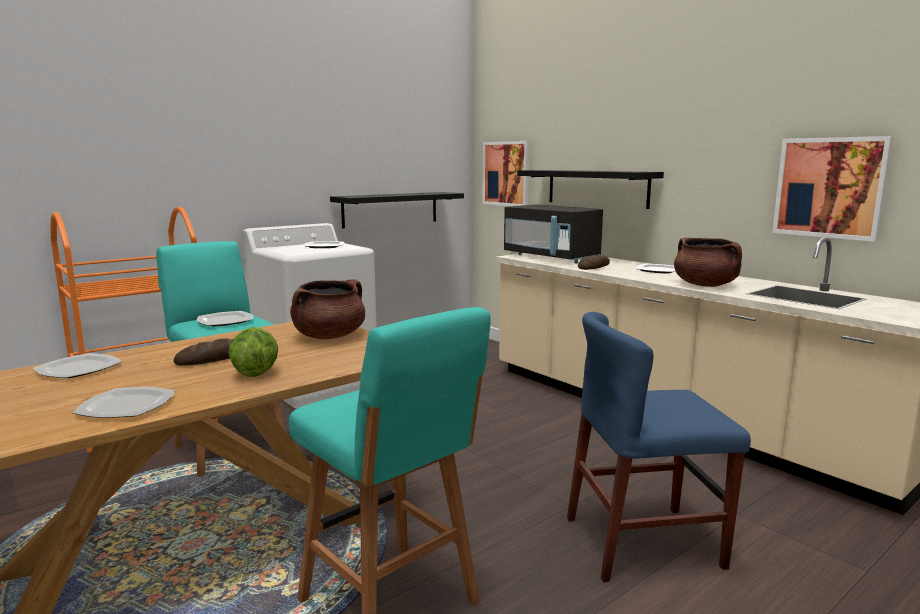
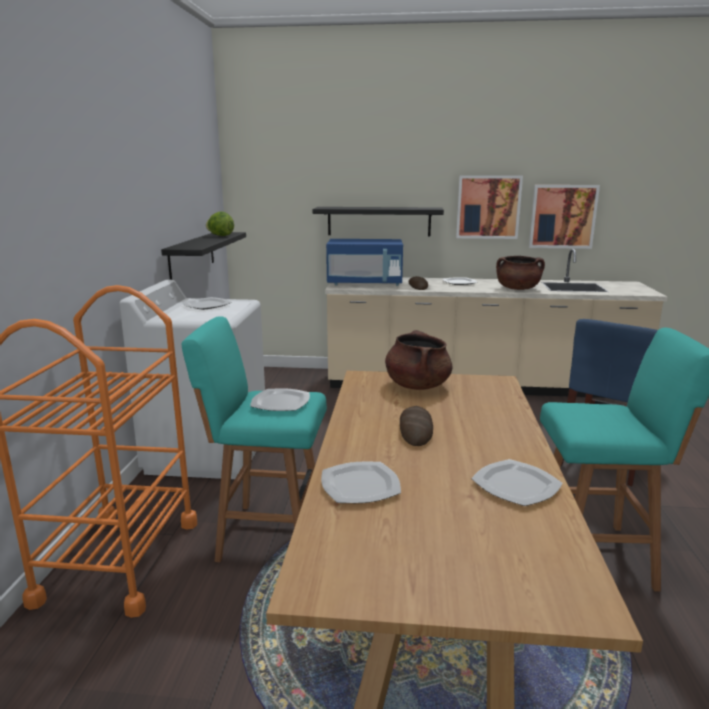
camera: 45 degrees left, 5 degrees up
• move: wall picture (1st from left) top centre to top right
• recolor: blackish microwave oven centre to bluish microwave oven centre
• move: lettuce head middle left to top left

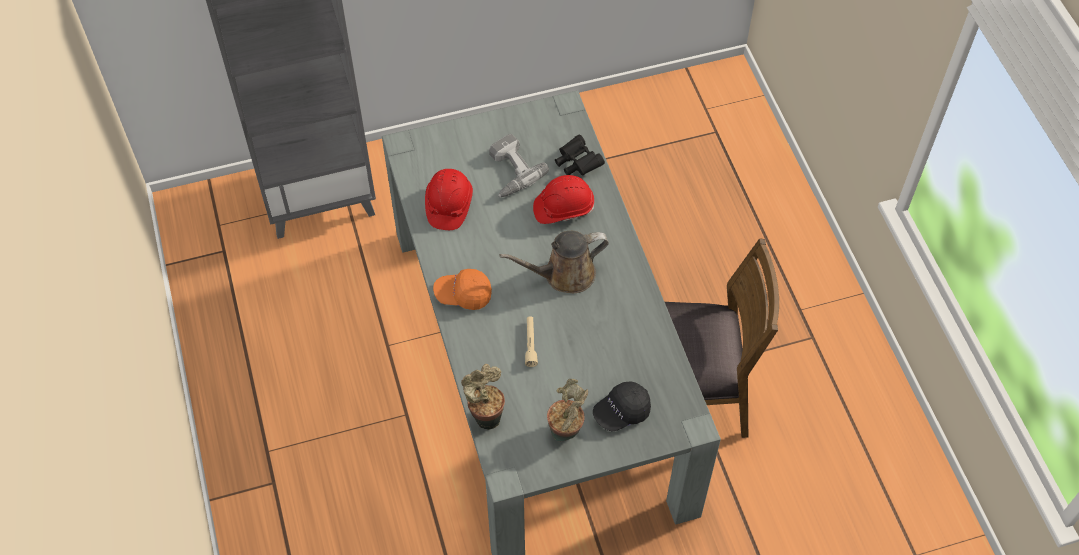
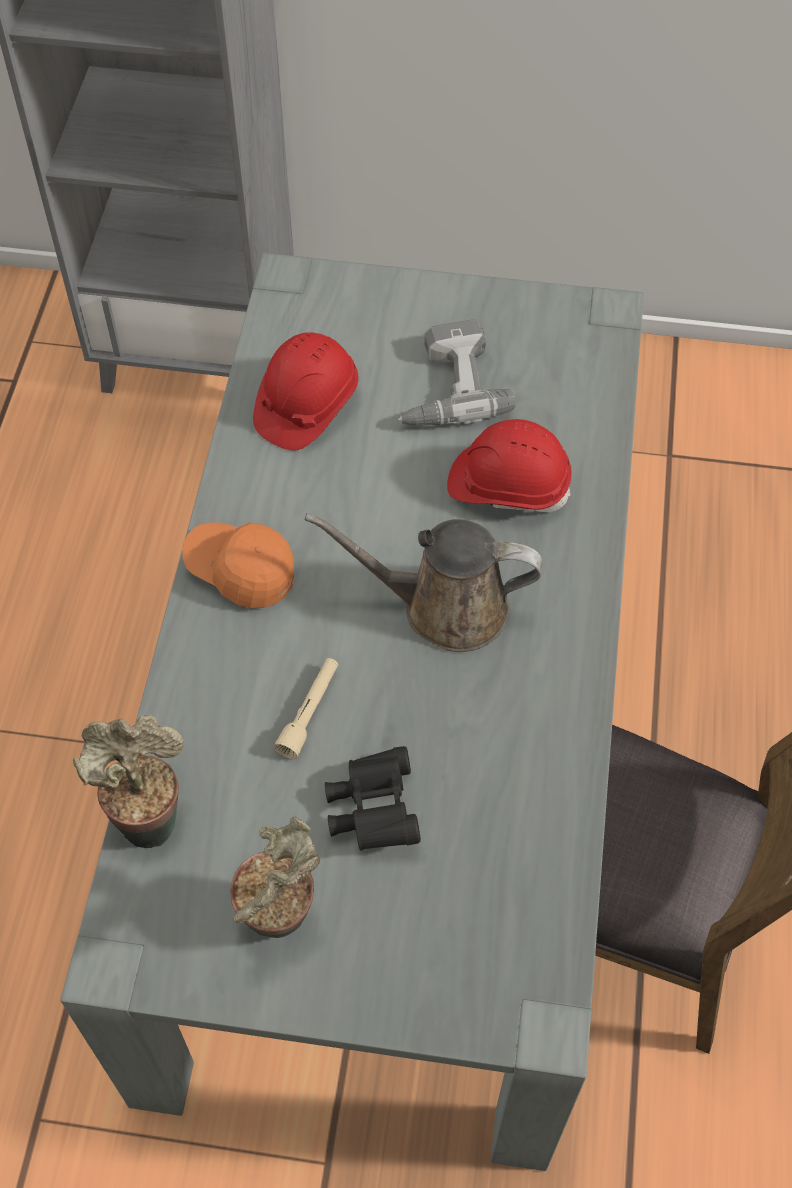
camera: 25 degrees right, 0 degrees up
• move: blackish field glasses top centre to bottom centre
• delete: blackish baseball cap bottom centre

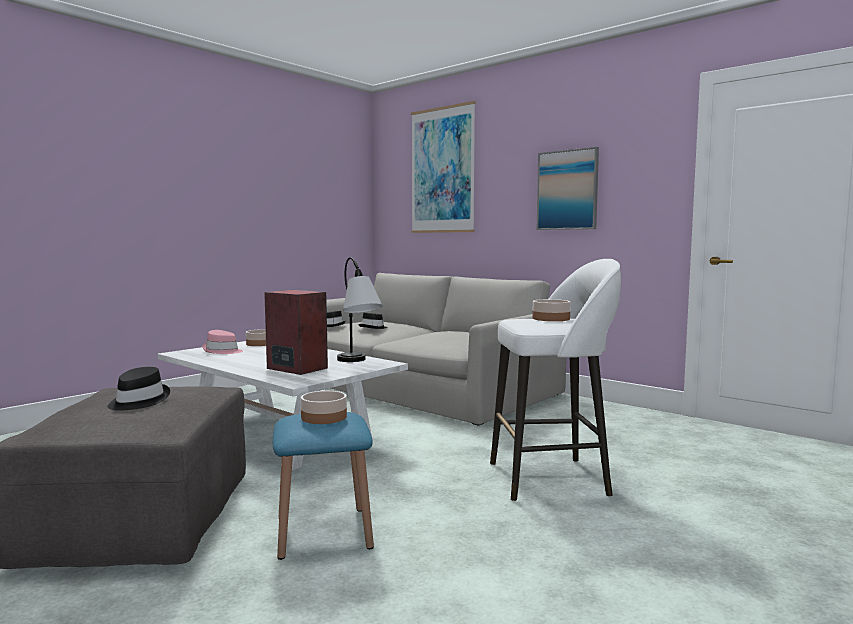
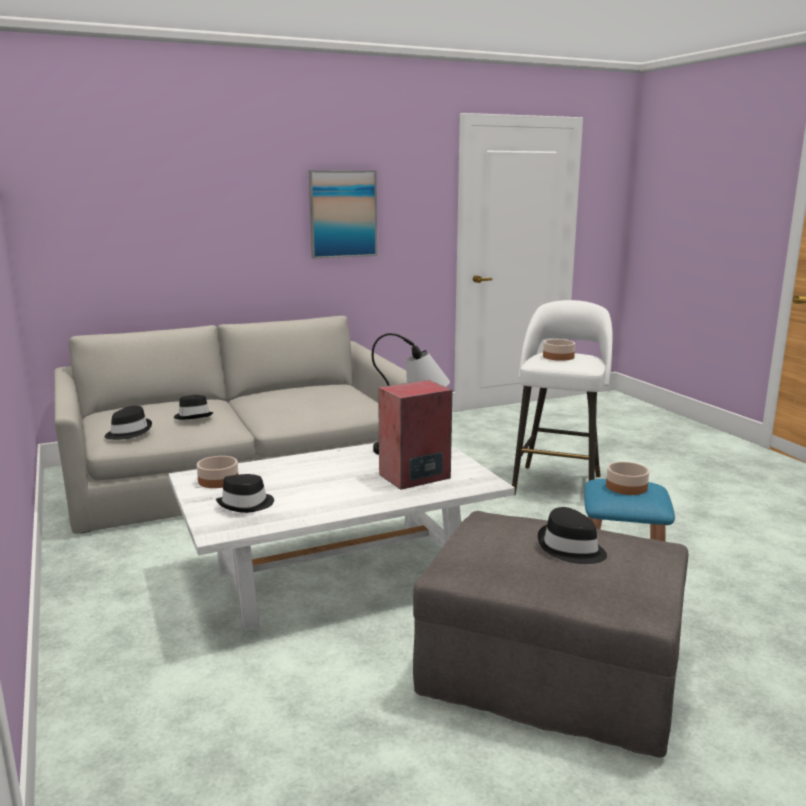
camera: 65 degrees left, 10 degrees up
• delete: wall picture (1st from left) top centre
• recolor: pink hat middle left to blackish hat (3rd from left) middle left

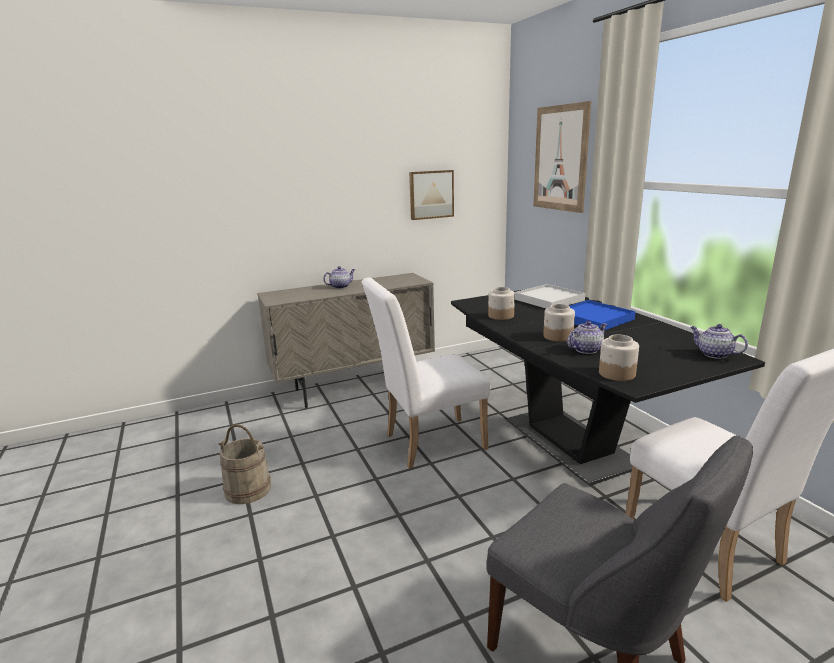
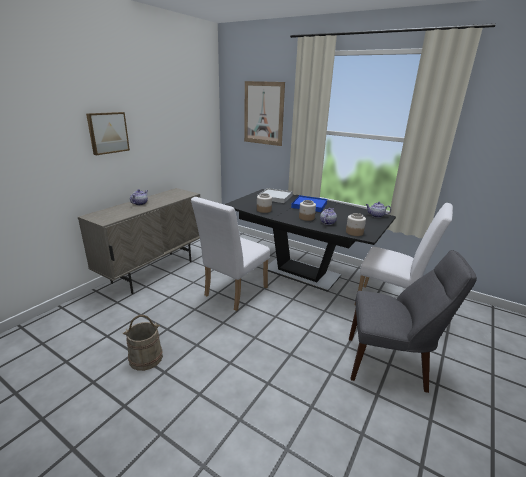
camera: 35 degrees left, 5 degrees up
• move: wall picture (1st from left) top centre to top left

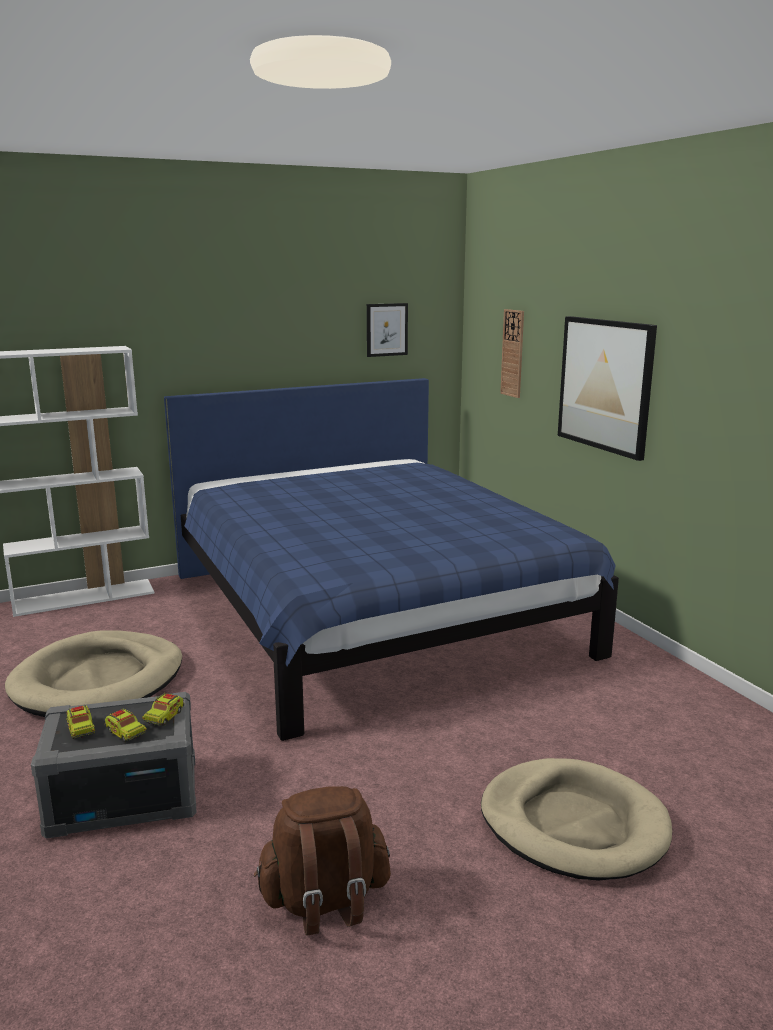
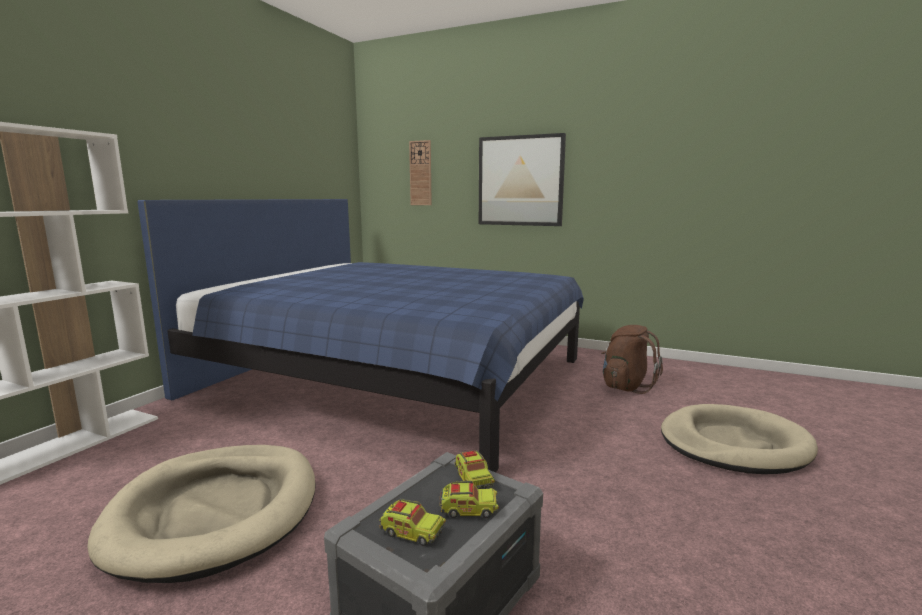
camera: 40 degrees left, 5 degrees down
• delete: wall picture (1st from left) top centre
• move: brownish knapsack bottom centre to middle right

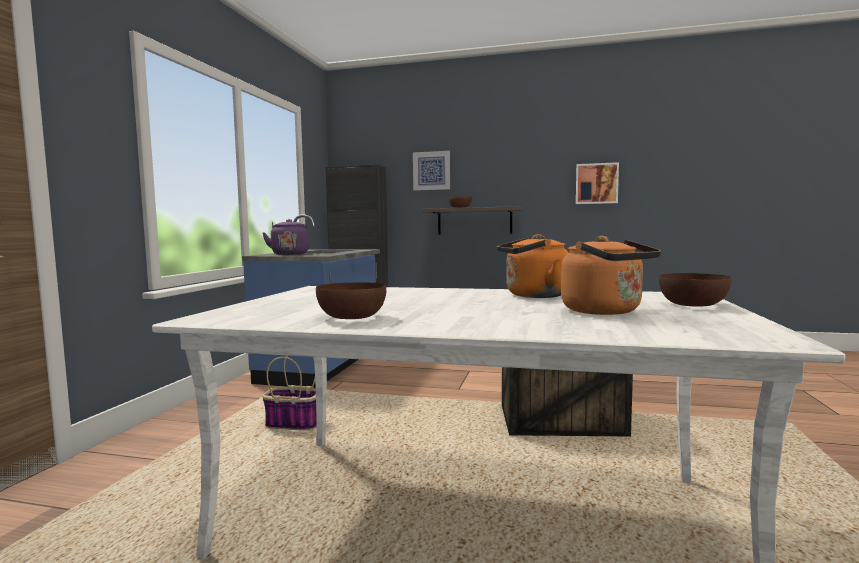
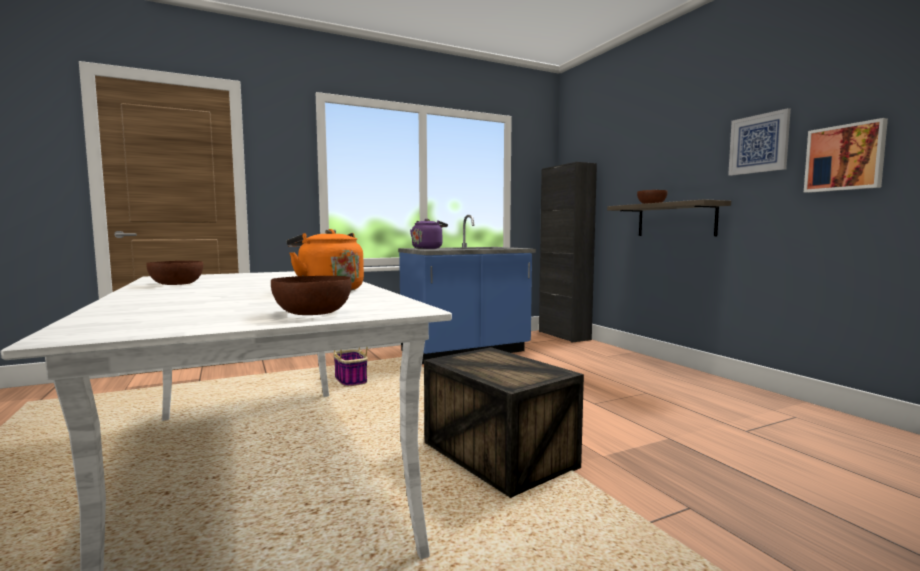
camera: 50 degrees right, 0 degrees up
• move: wall picture (1st from left) top centre to top right
• delete: orange water kettle (2nd from left) middle right

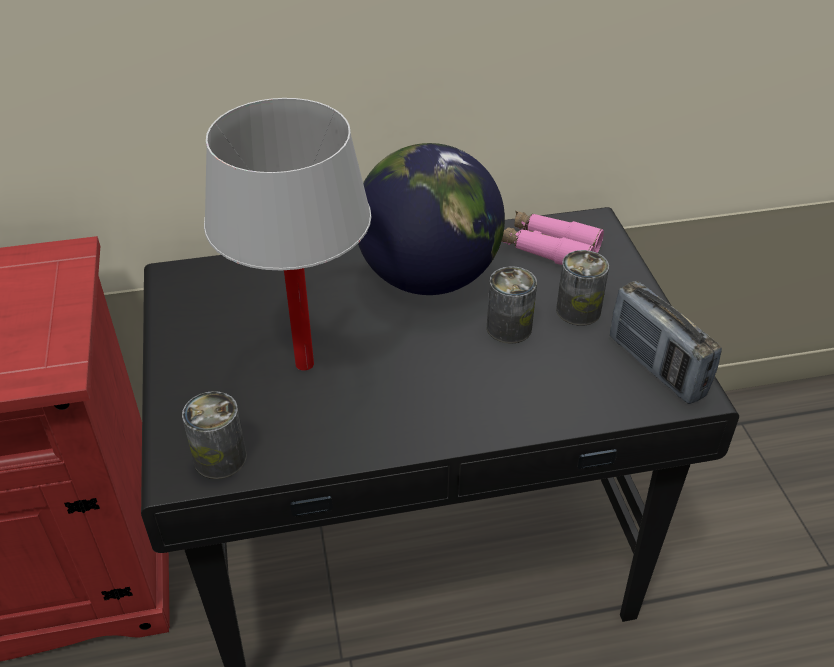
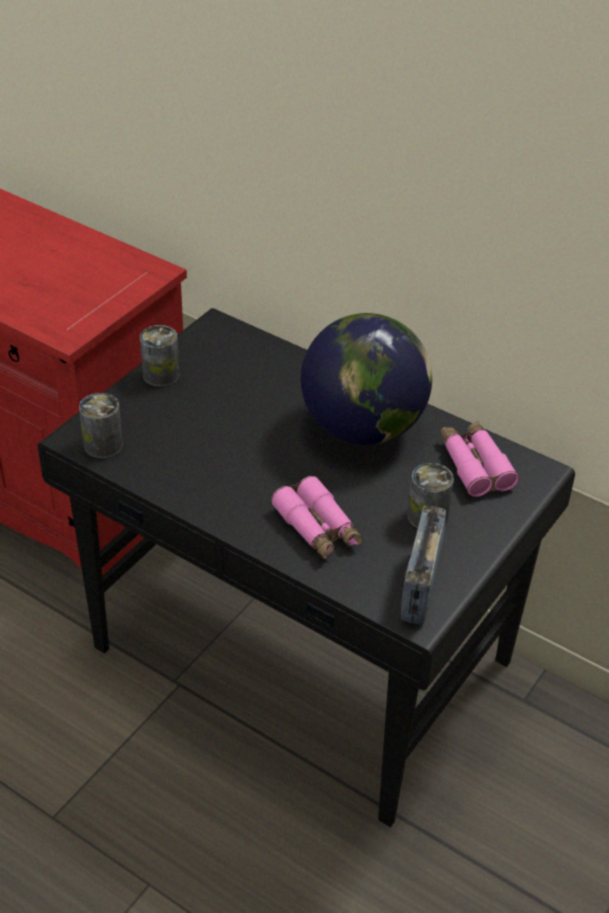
camera: 45 degrees right, 0 degrees up
• delete: whitish tabletop lamp centre
• move: sealed can (2nd from left) centre to middle left
• insert: pink field glasses (1st from left) centre

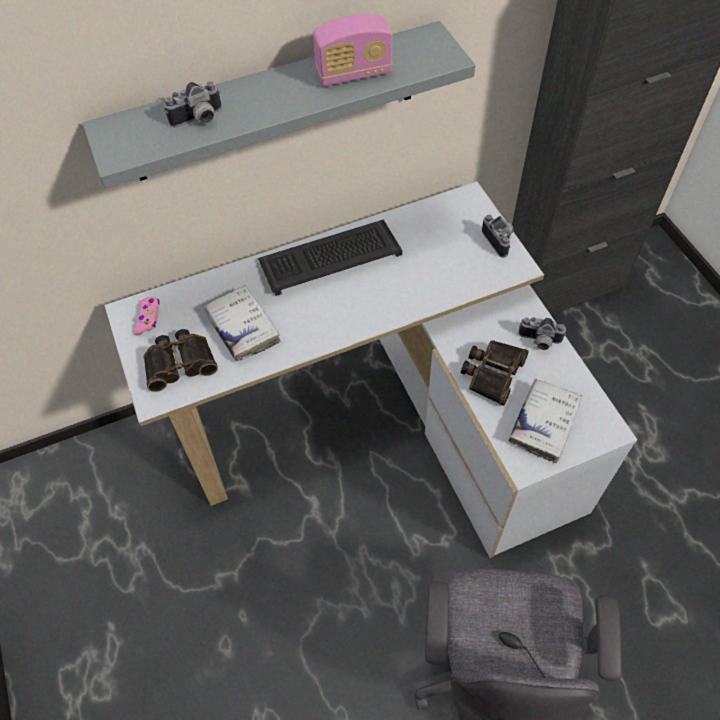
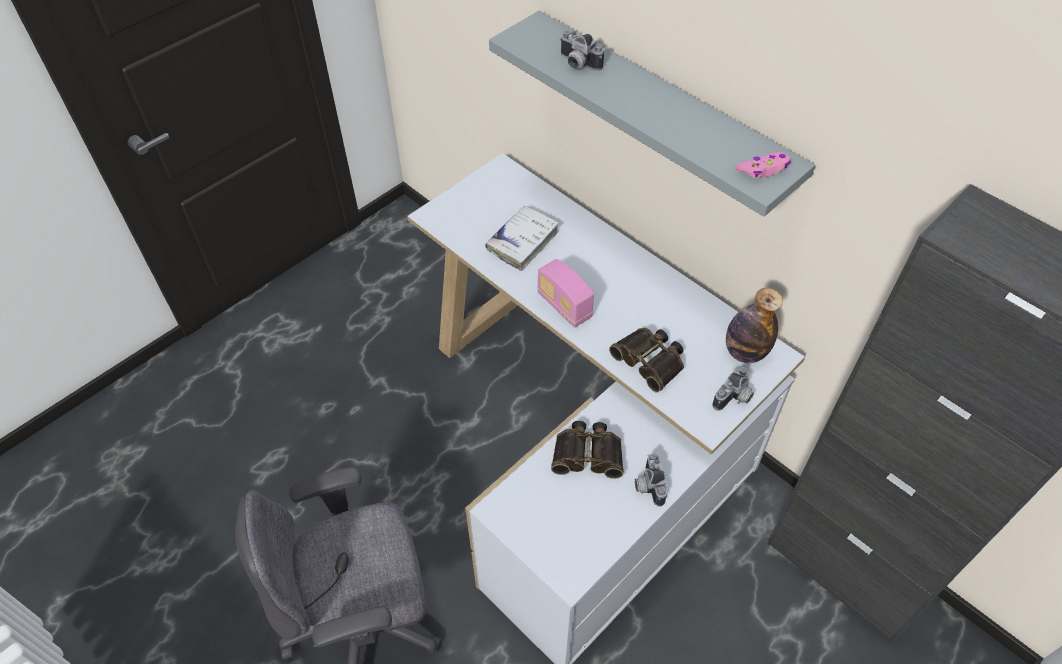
camera: 65 degrees right, 5 degrees down
• move: radio top centre to centre
• delete: keyboard centre
• move: pink joypad middle left to top right
• move: field glasses (1st from left in the first image) middle left to field glasses (2nd from left) centre
• delete: whitish volume (2nd from left) middle right
• insert: beverage bottle middle right

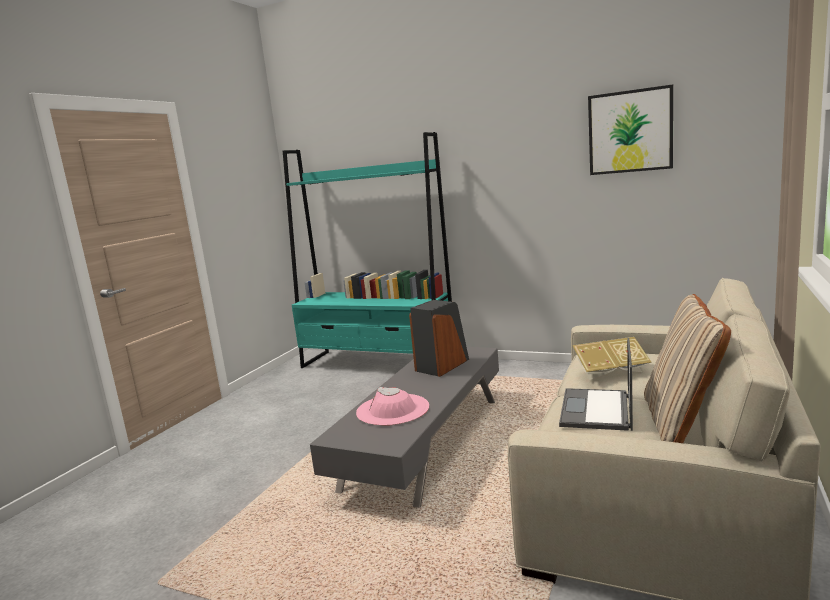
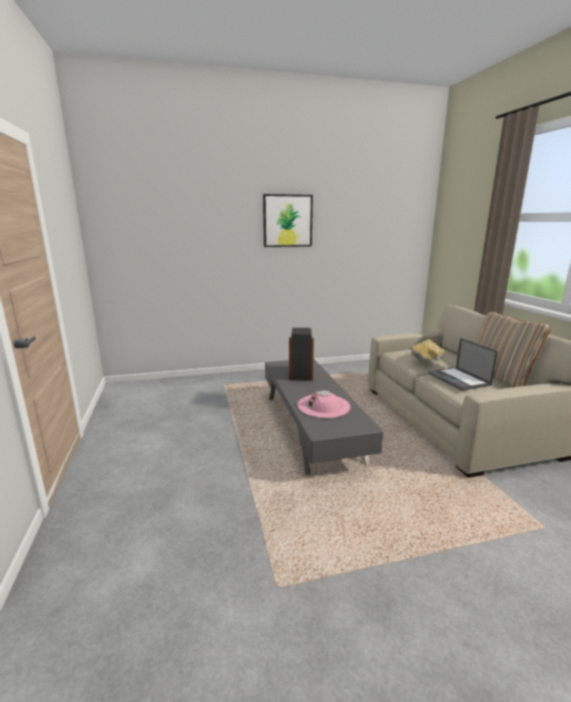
camera: 40 degrees left, 5 degrees up
• move: wall picture top right to top centre
• delete: blue-green bookshelf centre

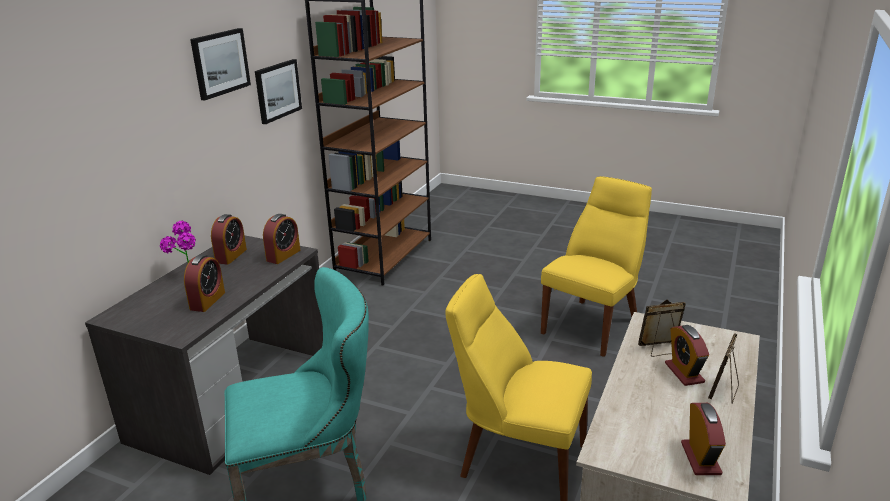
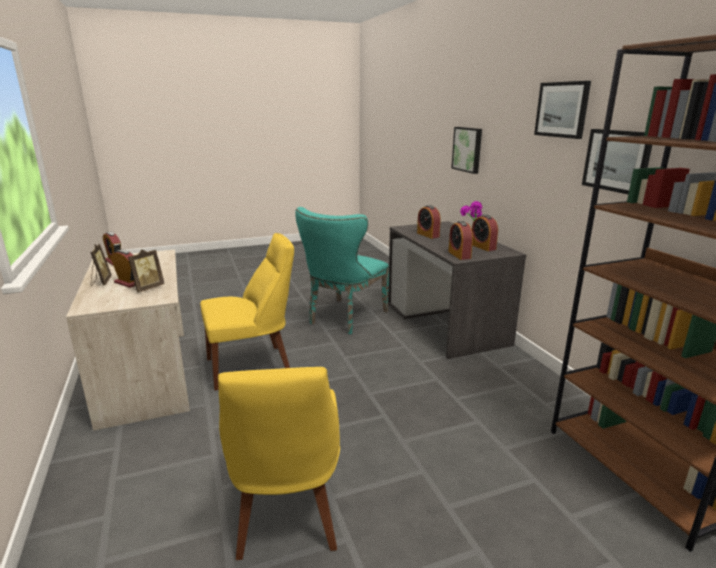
camera: 135 degrees right, 5 degrees down
• insert: wall picture (1st from left) top centre

